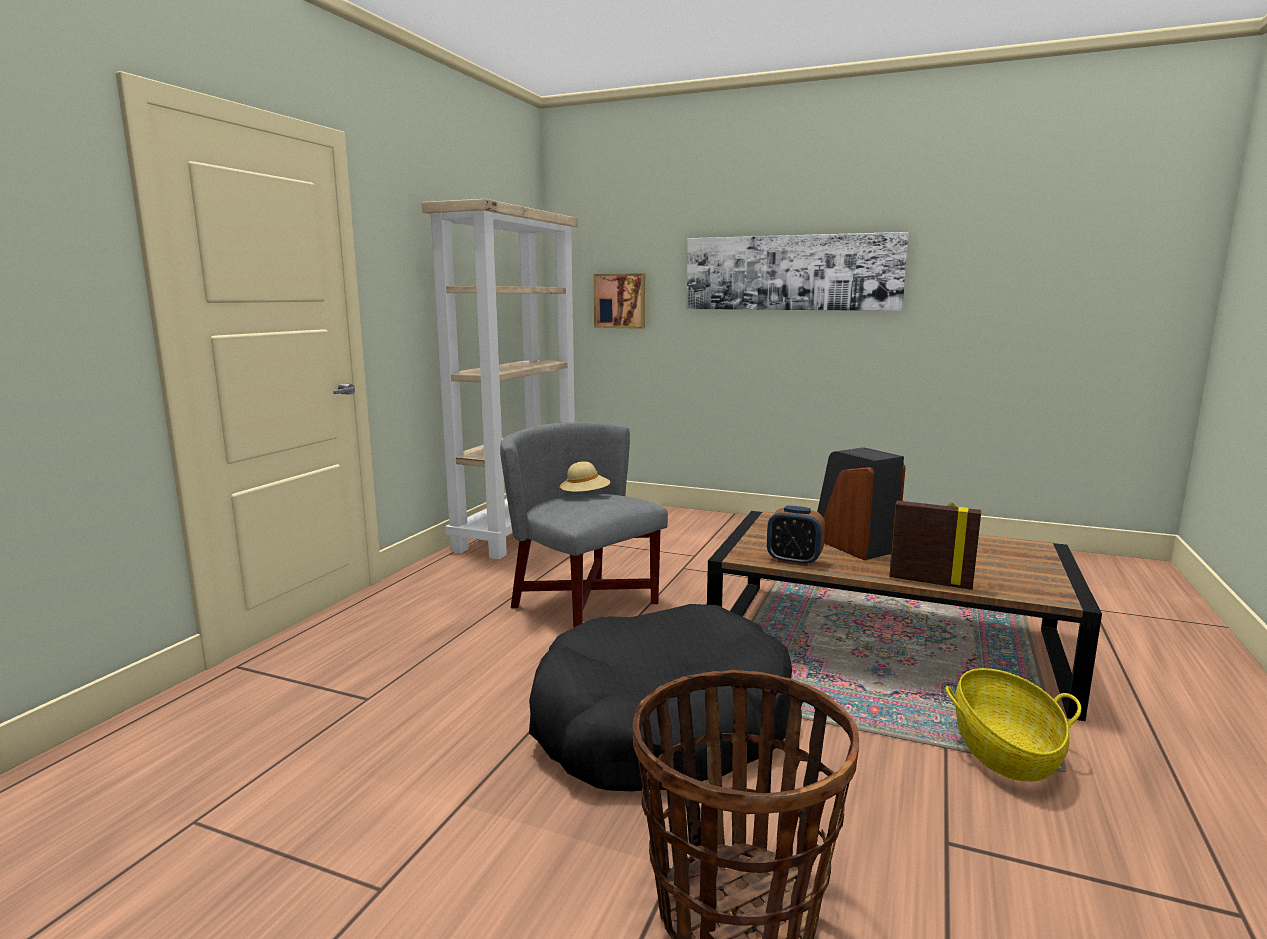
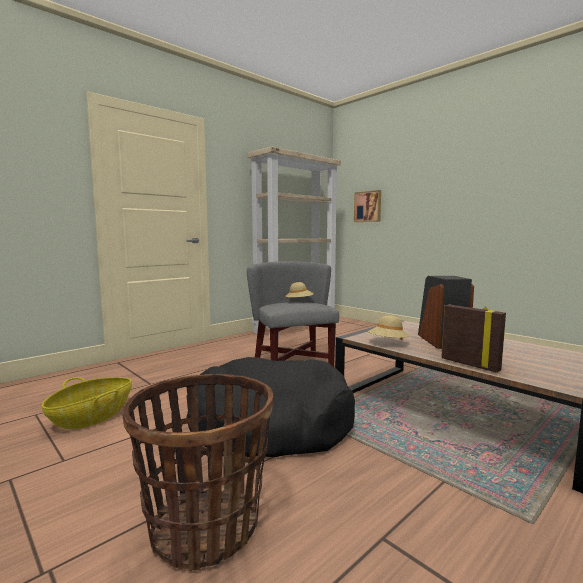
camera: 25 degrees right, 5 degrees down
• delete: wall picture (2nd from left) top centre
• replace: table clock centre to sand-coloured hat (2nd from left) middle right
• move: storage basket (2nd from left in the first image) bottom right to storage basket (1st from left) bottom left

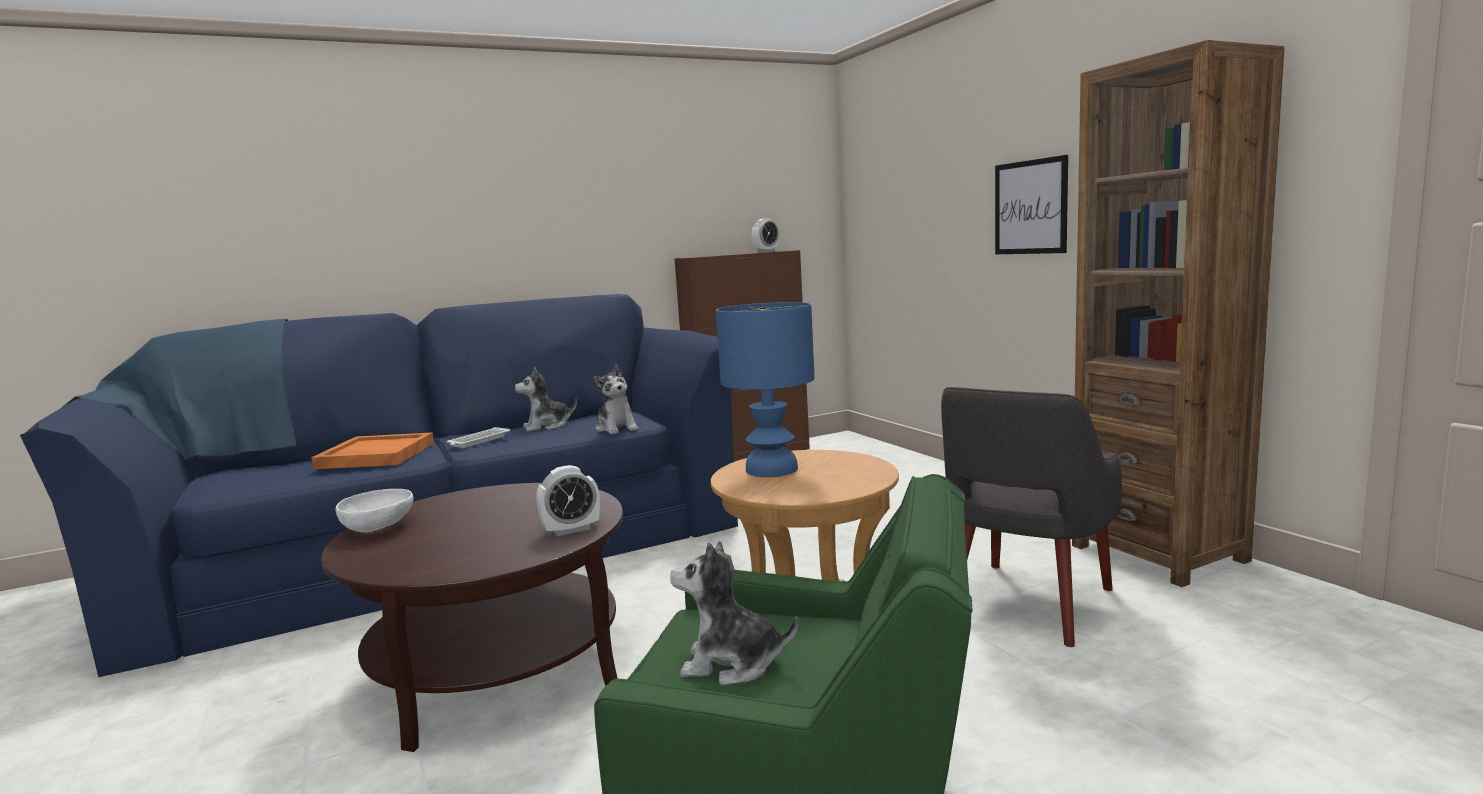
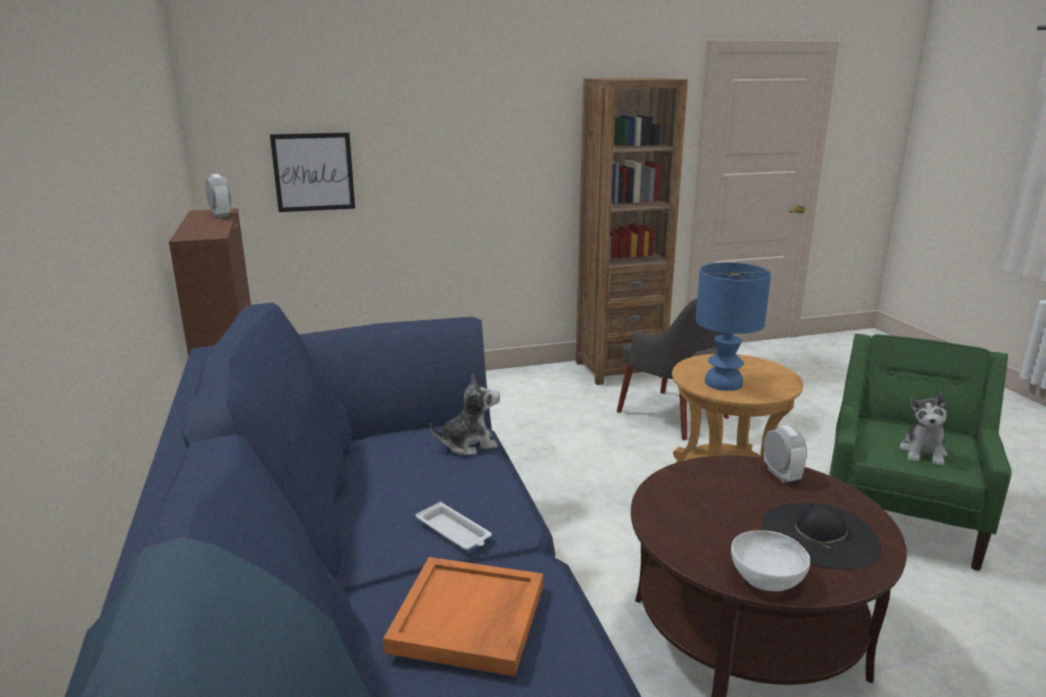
camera: 80 degrees left, 10 degrees up
• move: wall picture top right to top left
• delete: cuddly toy (1st from left) centre
• insert: blackish hat bottom right

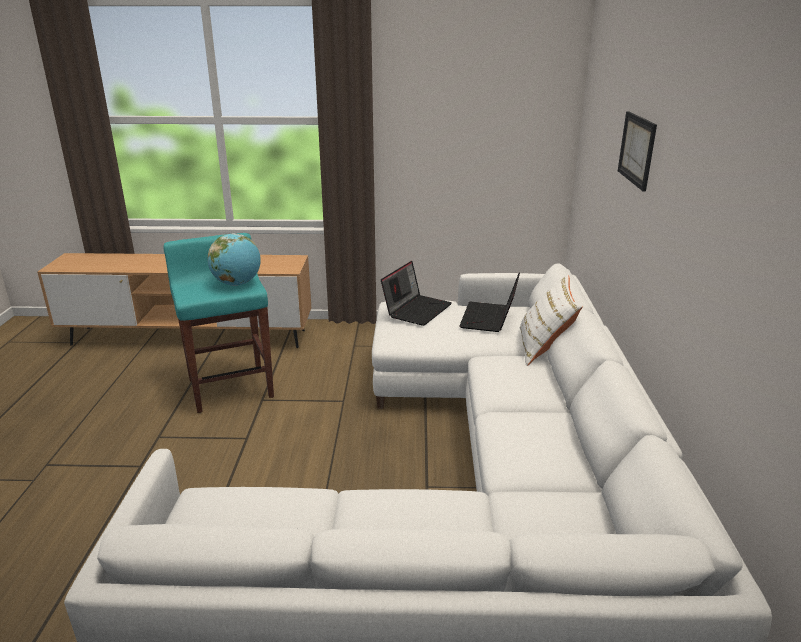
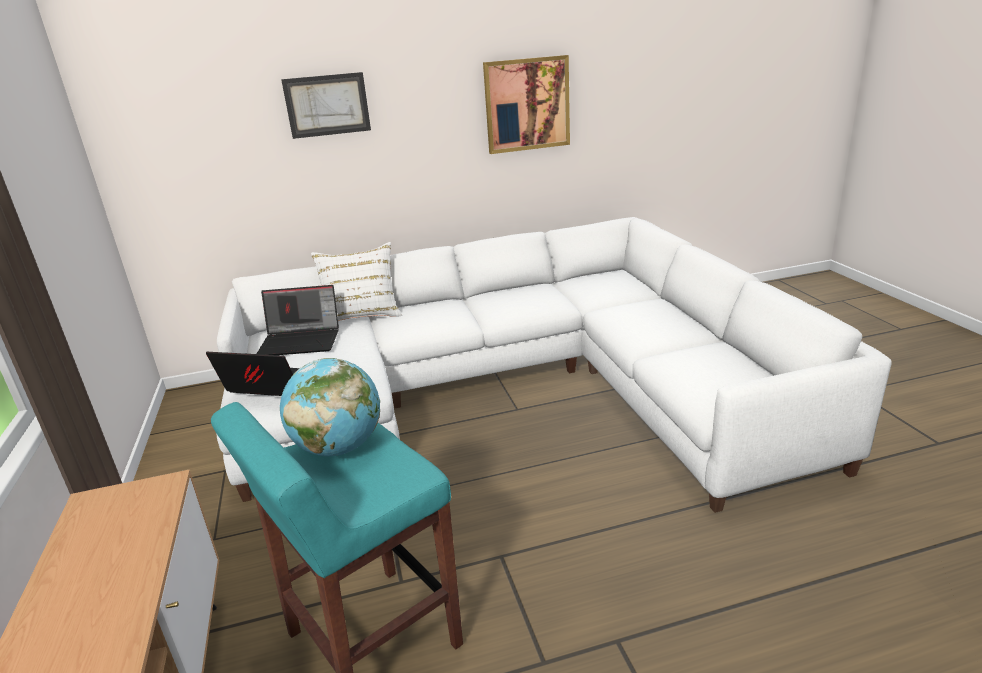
camera: 105 degrees left, 0 degrees up
• insert: wall picture (2nd from left) top centre

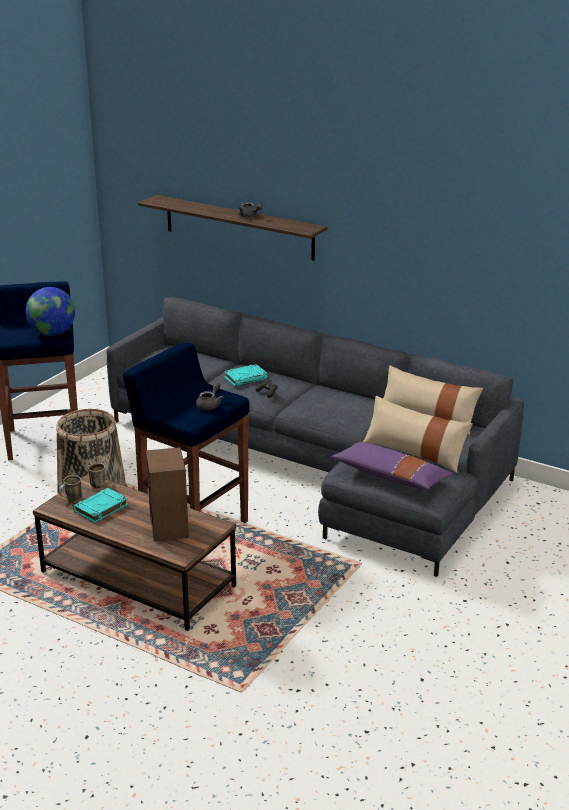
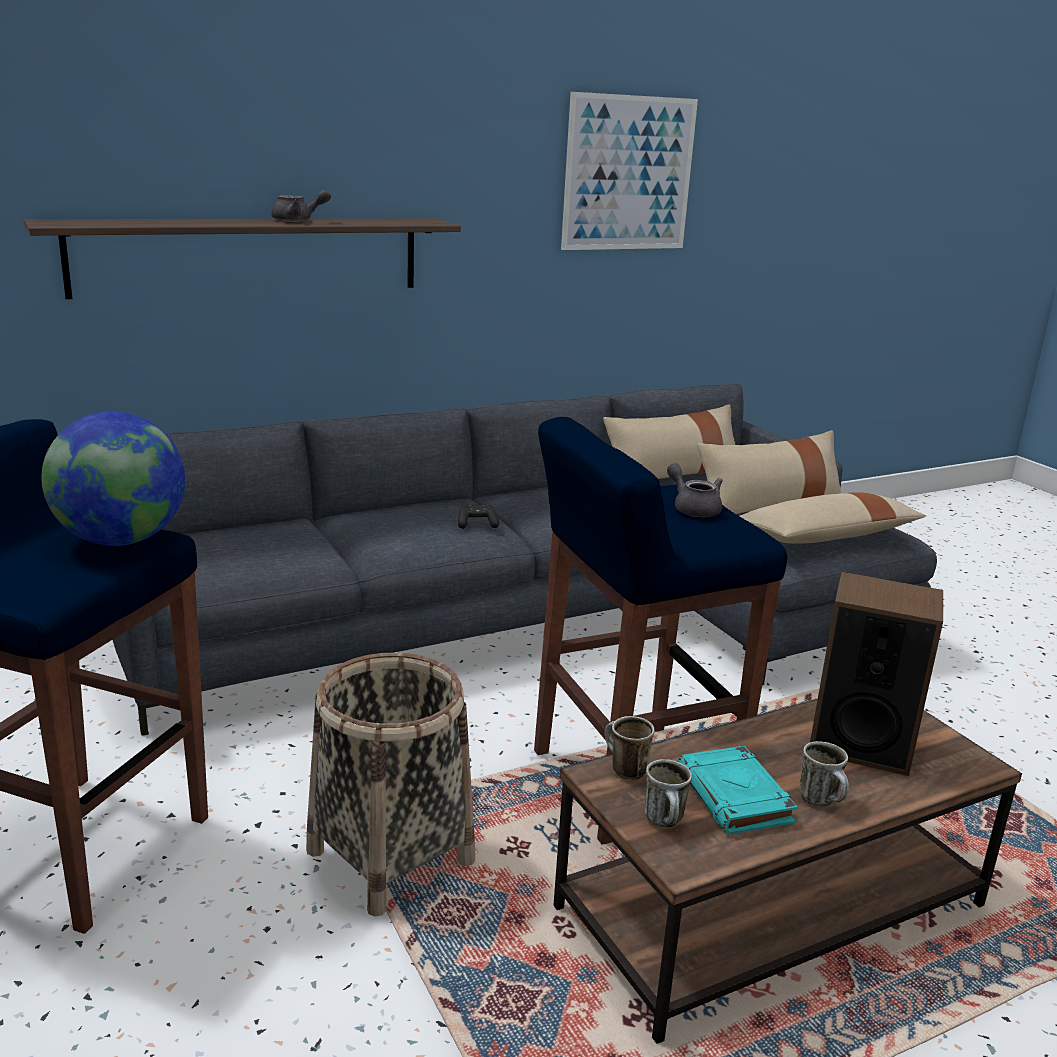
camera: 60 degrees left, 5 degrees down
• delete: blue-green volume (2nd from left) centre
• recolor: purple-coloured throw pillow middle right to sand-coloured throw pillow (3rd from left) middle right
• insert: wall picture top centre
• insert: mug (3rd from left) bottom right

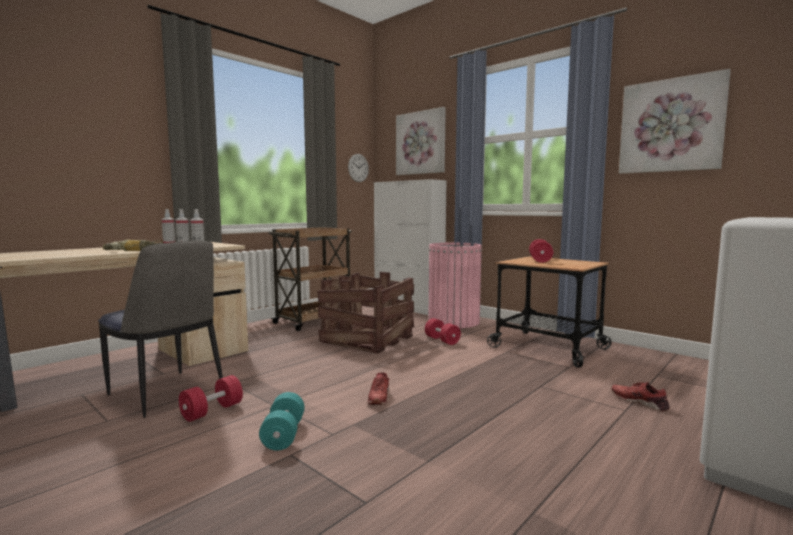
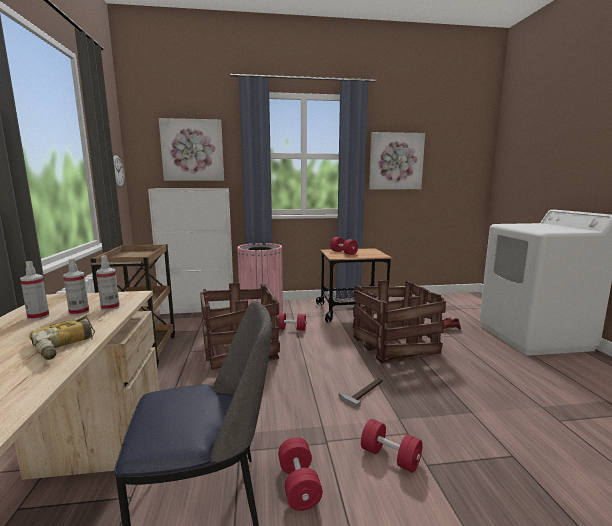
camera: 50 degrees left, 5 degrees up
• replace: red-coloured shoe (1st from left) bottom centre to tool hammer bottom centre
• recolor: blue-green free weight bottom centre to red-coloured free weight (4th from left) bottom centre
• insert: packing crate (2nd from left) centre

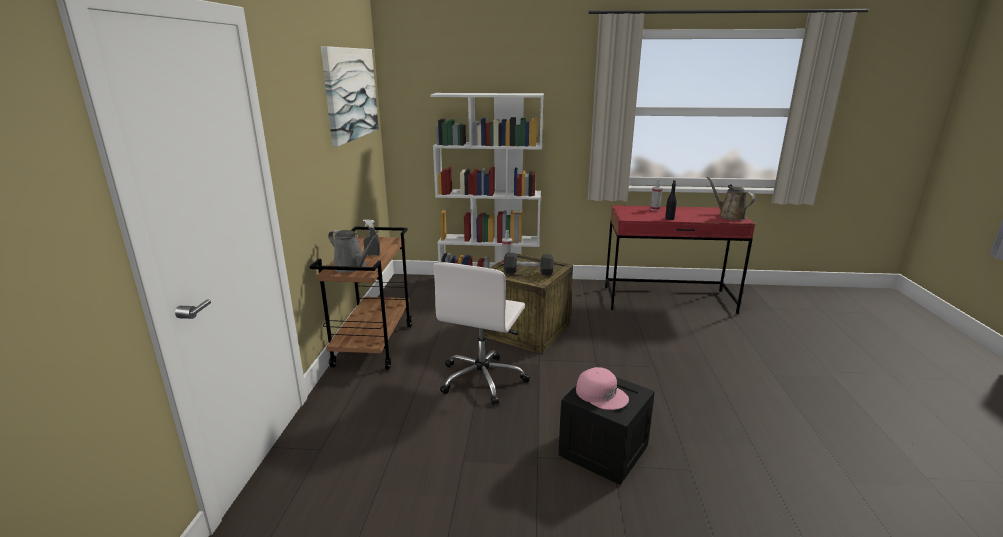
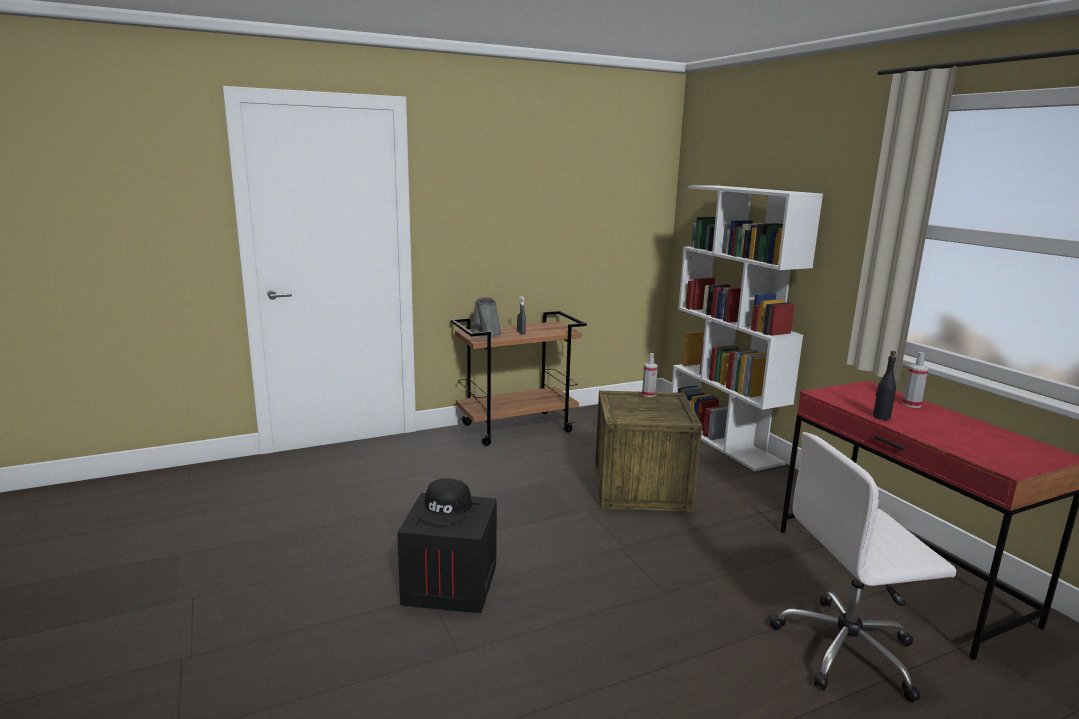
camera: 60 degrees right, 5 degrees down
• delete: wall picture top centre
• delete: brownish watering pot middle right
• delete: blackish free weight centre
• move: whitish office chair centre to bottom right
• recolor: pink baseball cap bottom centre to blackish baseball cap bottom centre

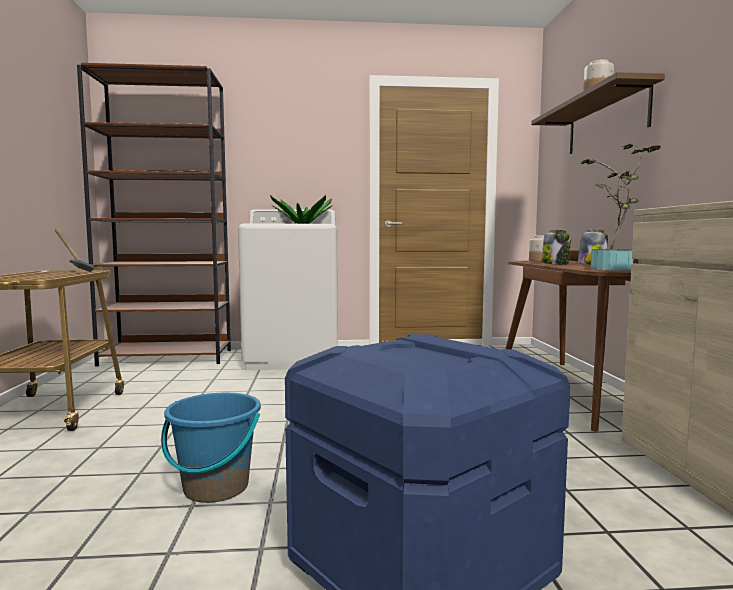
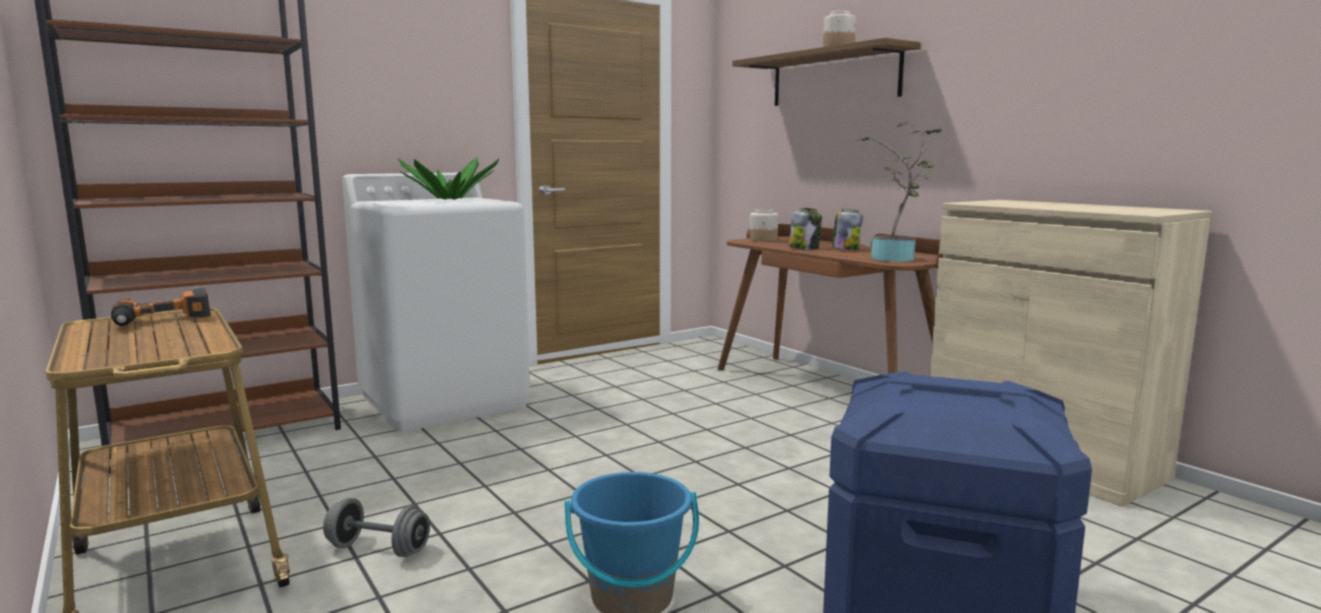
camera: 30 degrees left, 5 degrees up
• replace: tool hammer middle left to drill middle left
• insert: gray free weight bottom left

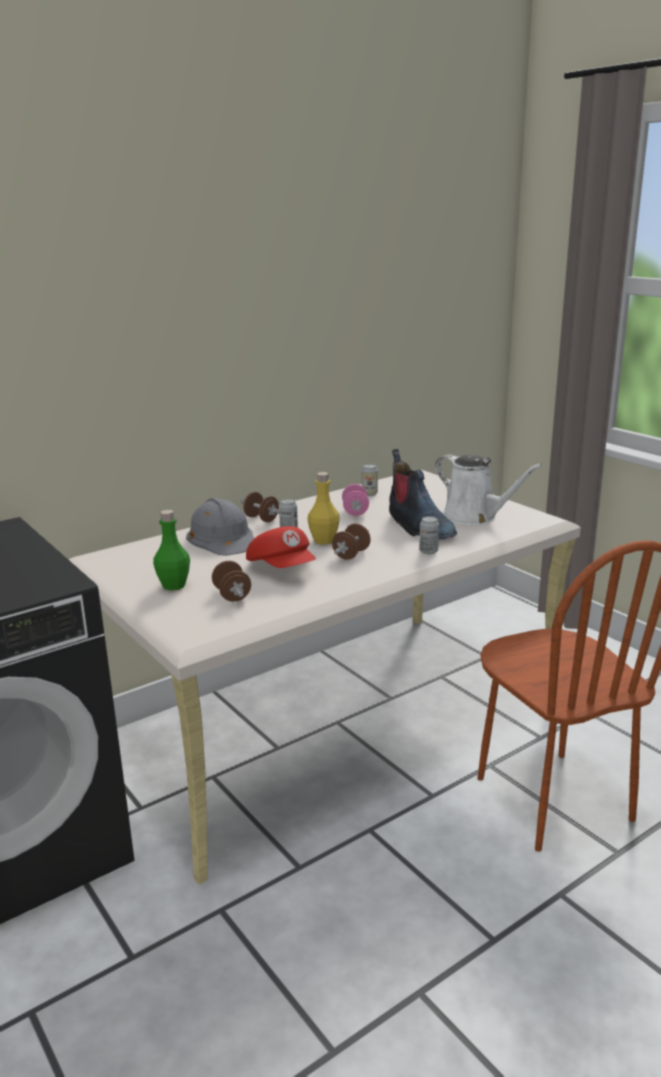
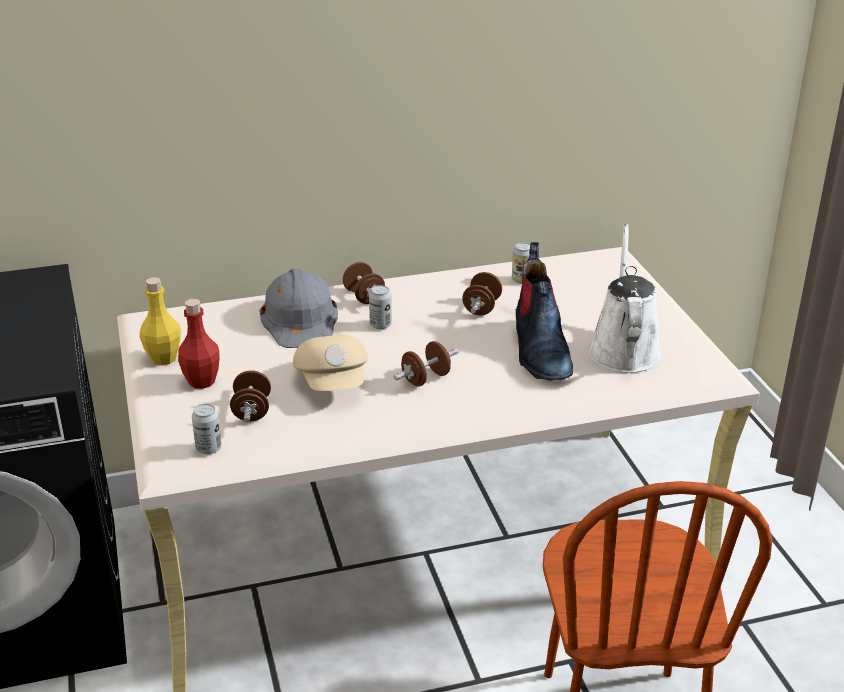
camera: 20 degrees right, 10 degrees up
• rotate: whitish watering pot middle right = middle right 150 degrees counterclockwise
• move: yellowish beverage bottle centre to middle left
• recolor: pink free weight centre to brownish free weight (4th from left) centre
• recolor: green-coloured beverage bottle middle left to red-coloured beverage bottle middle left
• move: sealed can (3rd from left in the first image) centre to sealed can (1st from left) middle left
• recolor: red-coloured baseball cap centre to sand-coloured baseball cap centre

